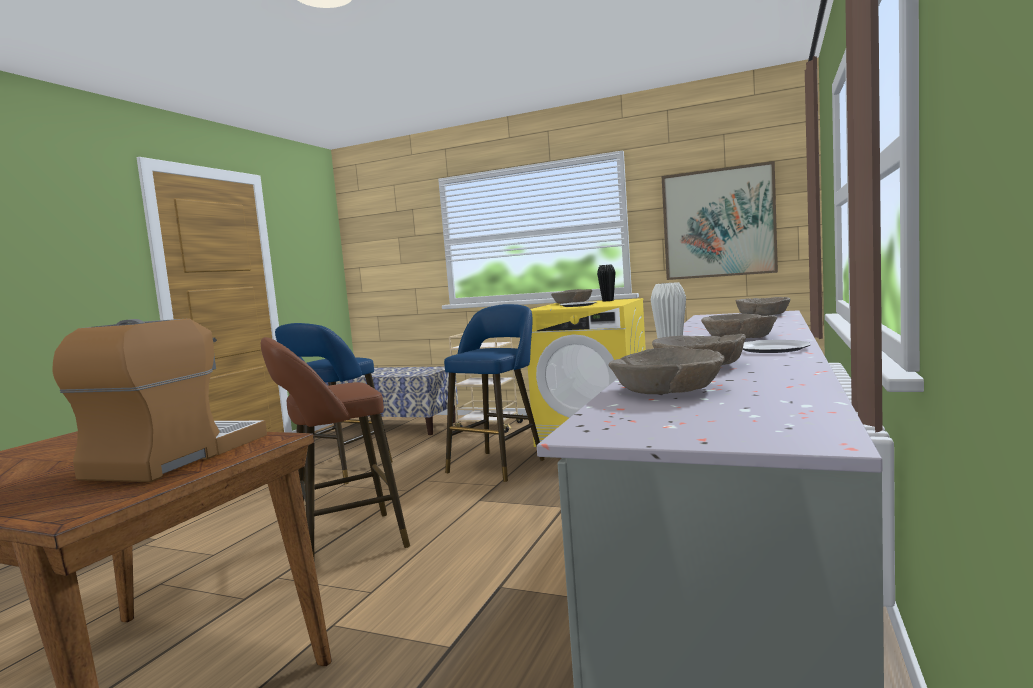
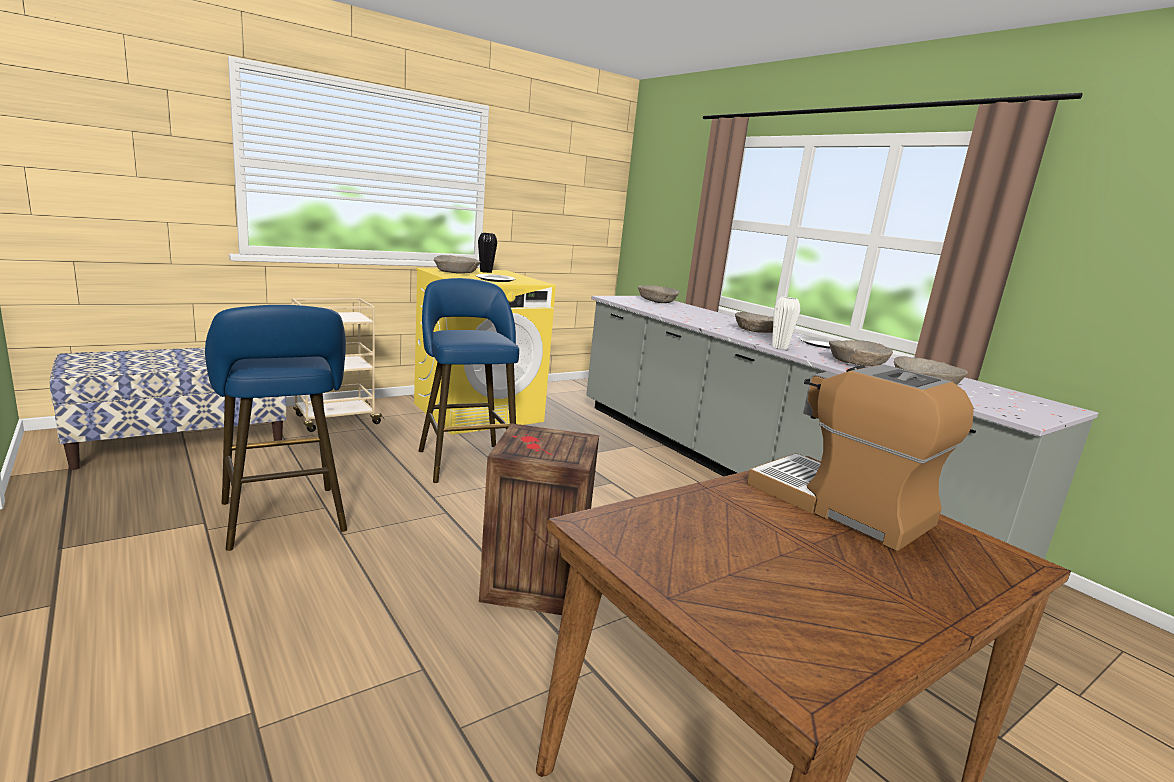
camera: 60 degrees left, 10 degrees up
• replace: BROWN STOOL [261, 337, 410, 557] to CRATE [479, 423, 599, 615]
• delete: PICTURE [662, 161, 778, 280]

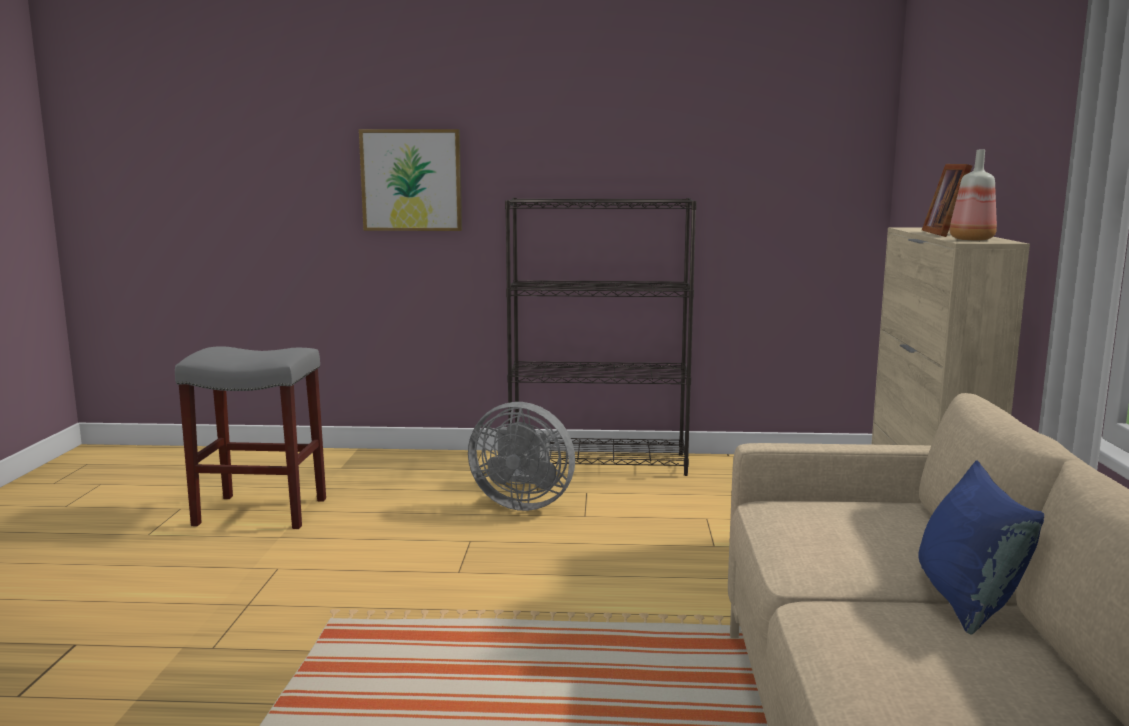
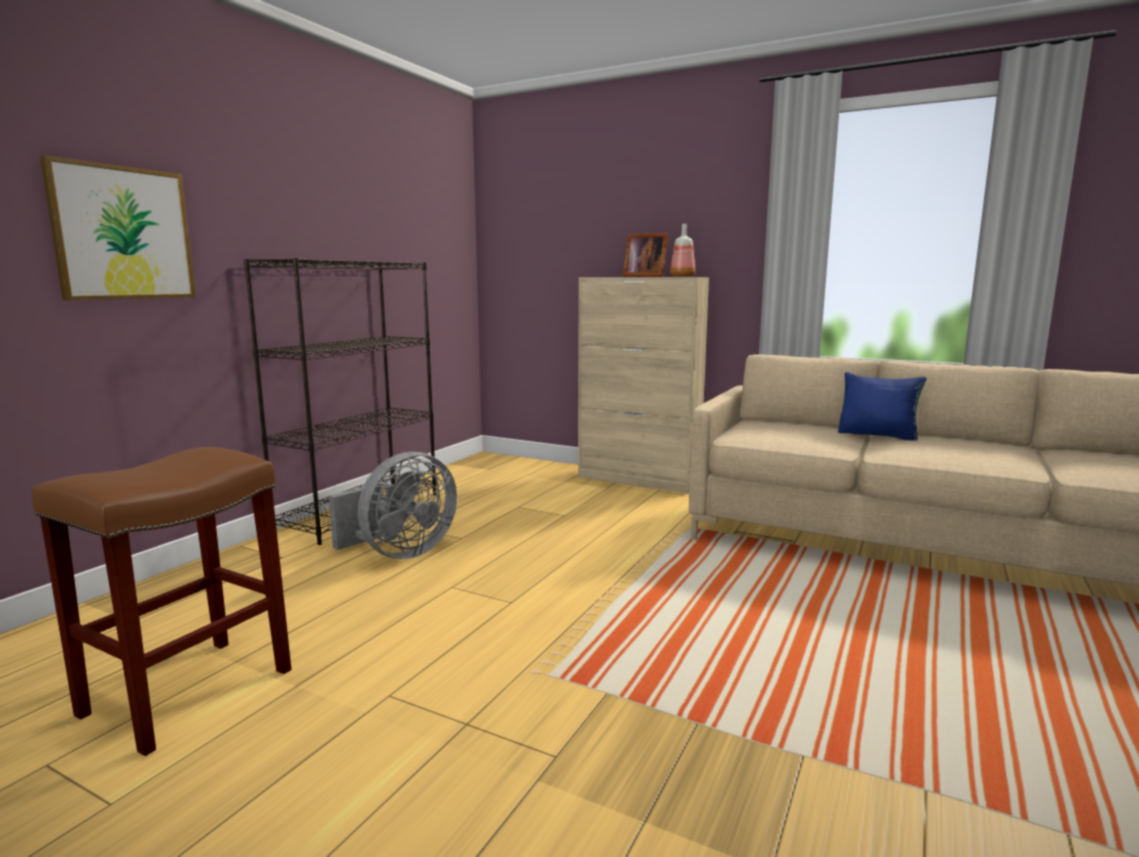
camera: 65 degrees left, 0 degrees up
• recolor: GREY STOOL [175, 347, 326, 529] to BROWN STOOL [32, 447, 291, 756]

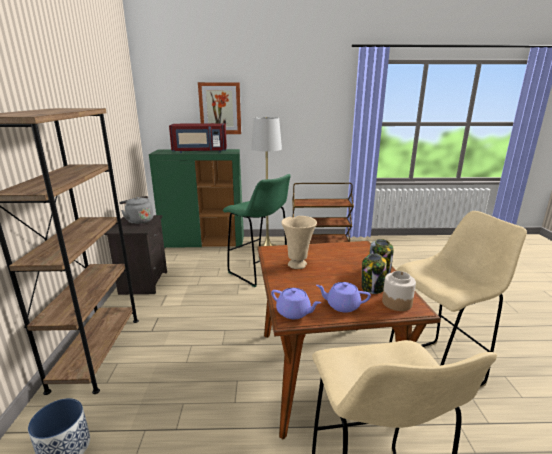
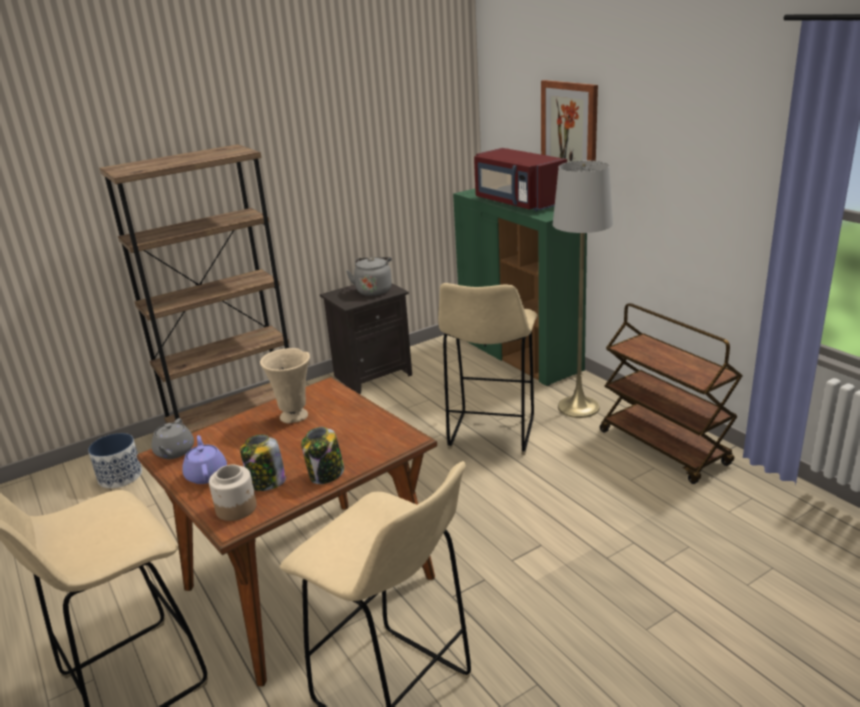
camera: 60 degrees right, 5 degrees up
• recolor: GREEN STOOL [223, 174, 291, 287] to BEIGE STOOL [438, 283, 537, 455]
• recolor: PURPLE TEAPOT [271, 288, 321, 319] to GREY TEAPOT [152, 418, 194, 459]

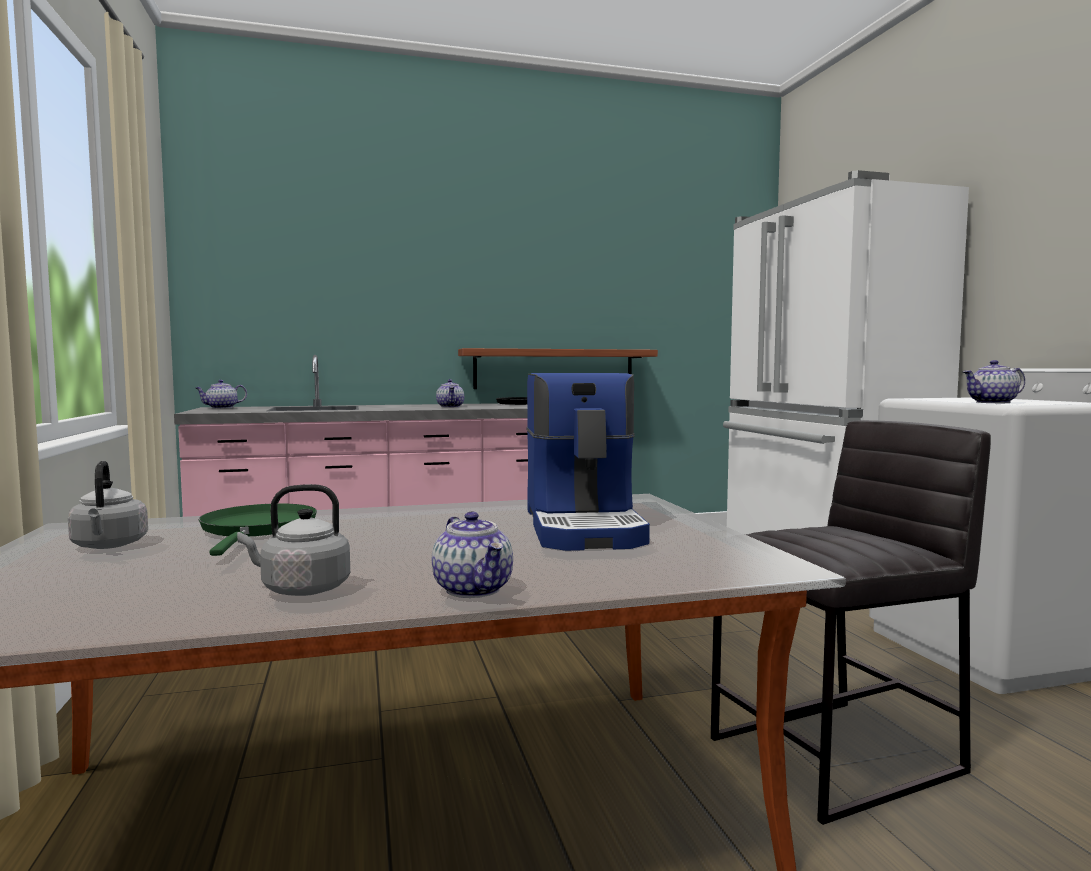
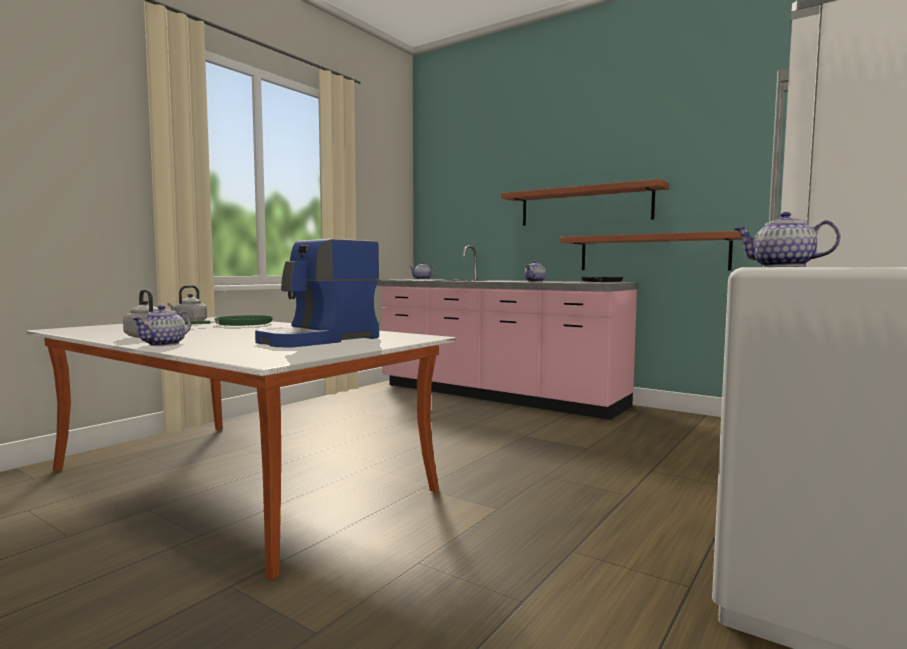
camera: 50 degrees right, 0 degrees up
• delete: GREY STOOL [711, 420, 991, 825]
• insert: SHELF [501, 179, 669, 226]

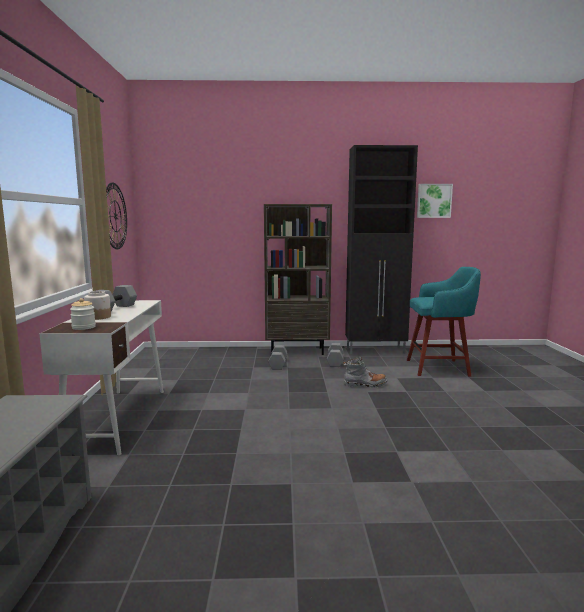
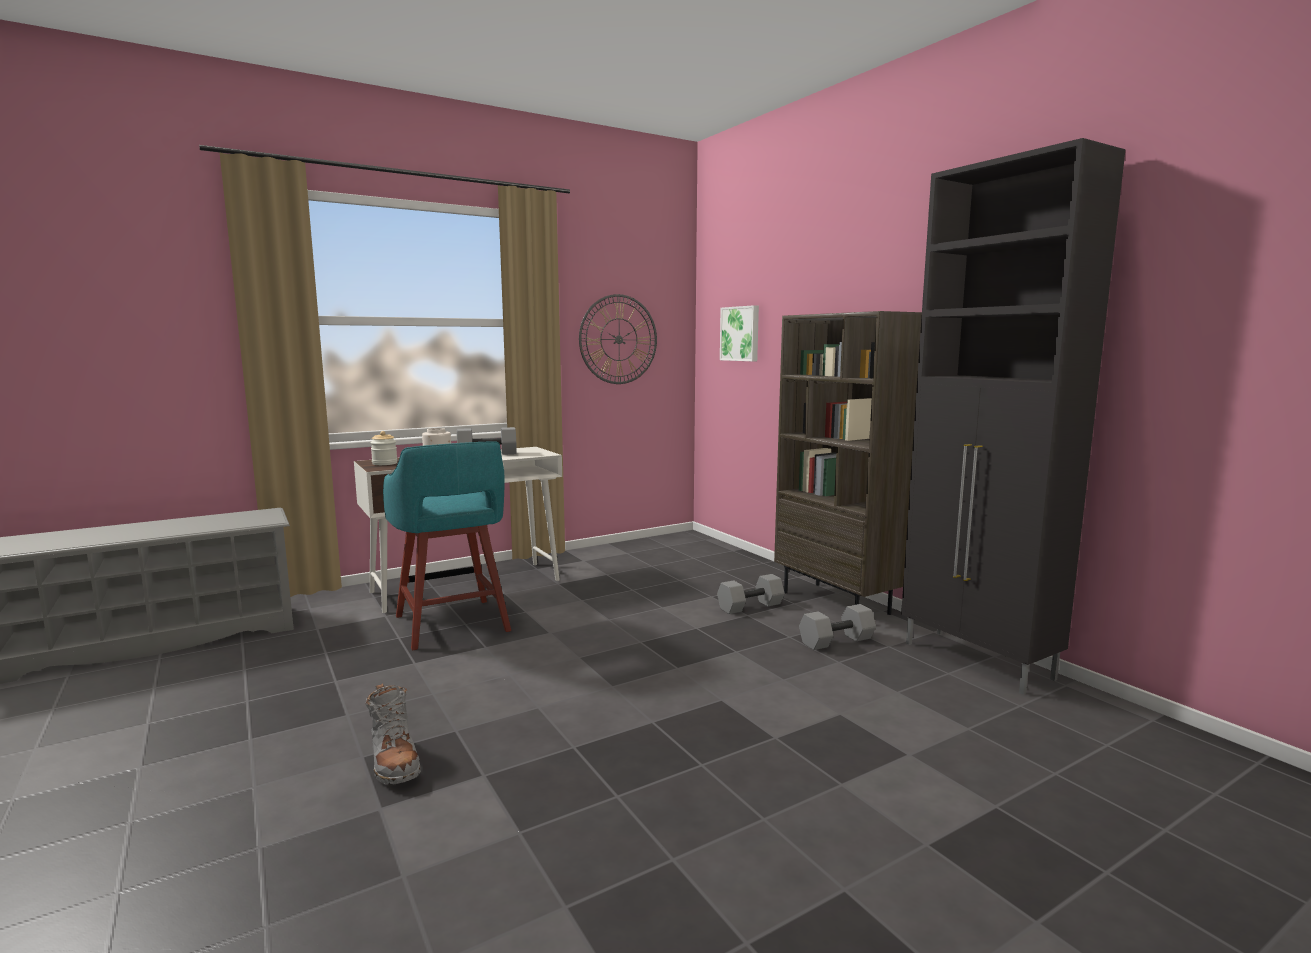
camera: 60 degrees right, 0 degrees up
• move: GREY BOOT [343, 356, 388, 388] to [366, 684, 421, 785]
• move: TURQUOISE STOOL [407, 267, 481, 377] to [383, 442, 511, 650]
• move: PICTURE [417, 184, 453, 218] to [720, 305, 759, 361]

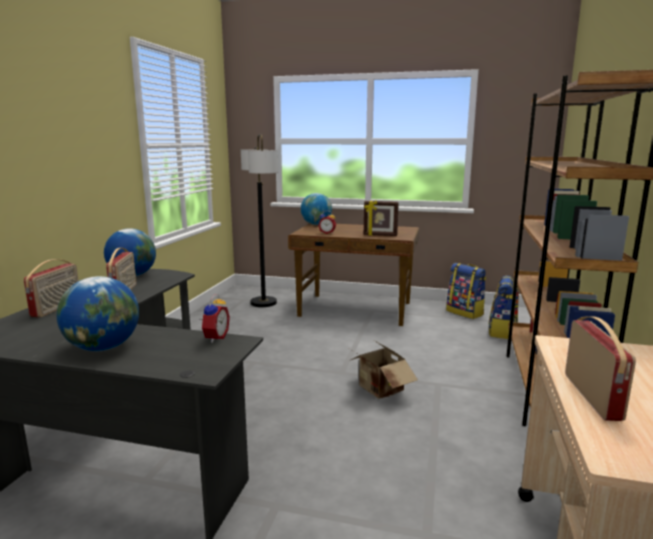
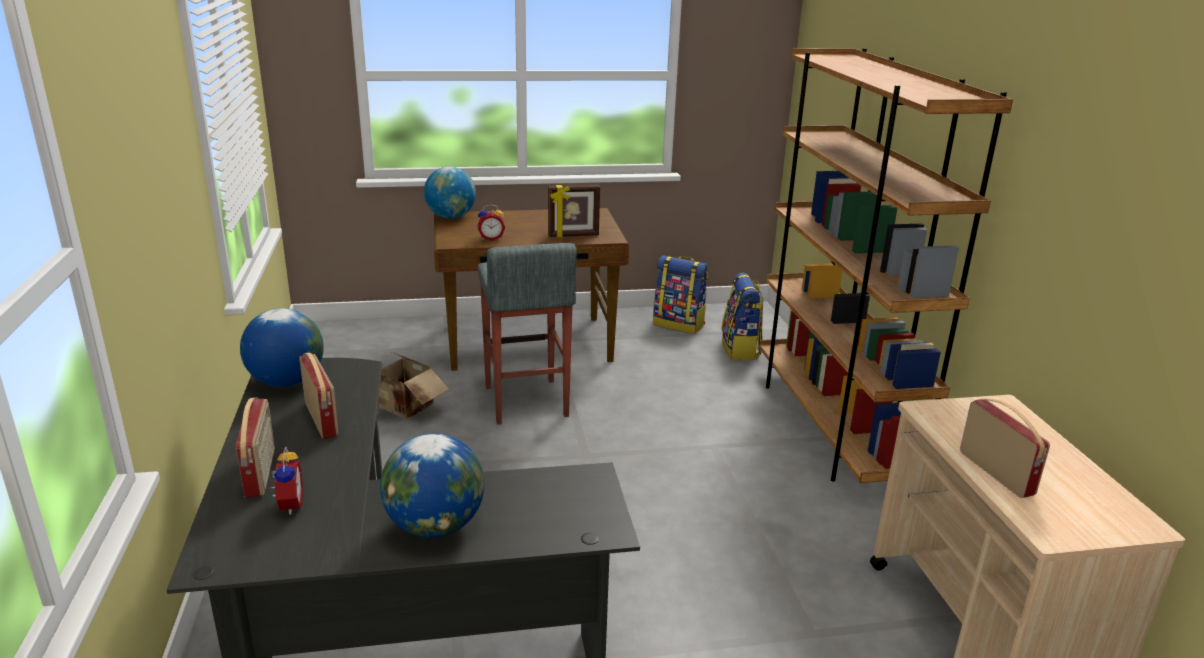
camera: 25 degrees left, 10 degrees up
• move: ALARM CLOCK [201, 294, 230, 343] to [271, 447, 303, 515]
• delete: FLOOR LAMP [241, 134, 278, 307]
• move: CARDBOARD BOX [350, 341, 418, 399] to [378, 351, 449, 419]
• insert: GREY STOOL [478, 243, 577, 425]

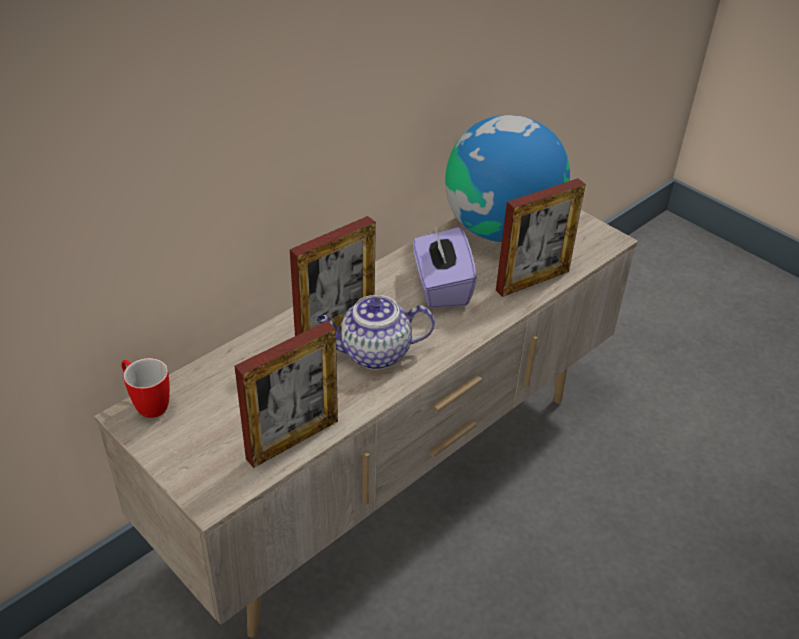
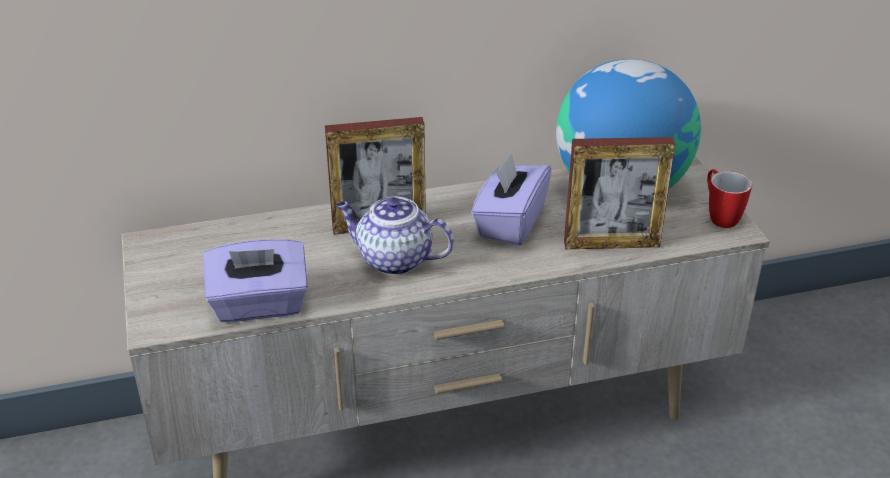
camera: 30 degrees right, 5 degrees down
• move: MUG [121, 358, 170, 418] to [707, 169, 752, 228]
• replace: PICTURE FRAME [234, 321, 338, 468] to PURPLE TISSUE BOX [203, 239, 308, 322]

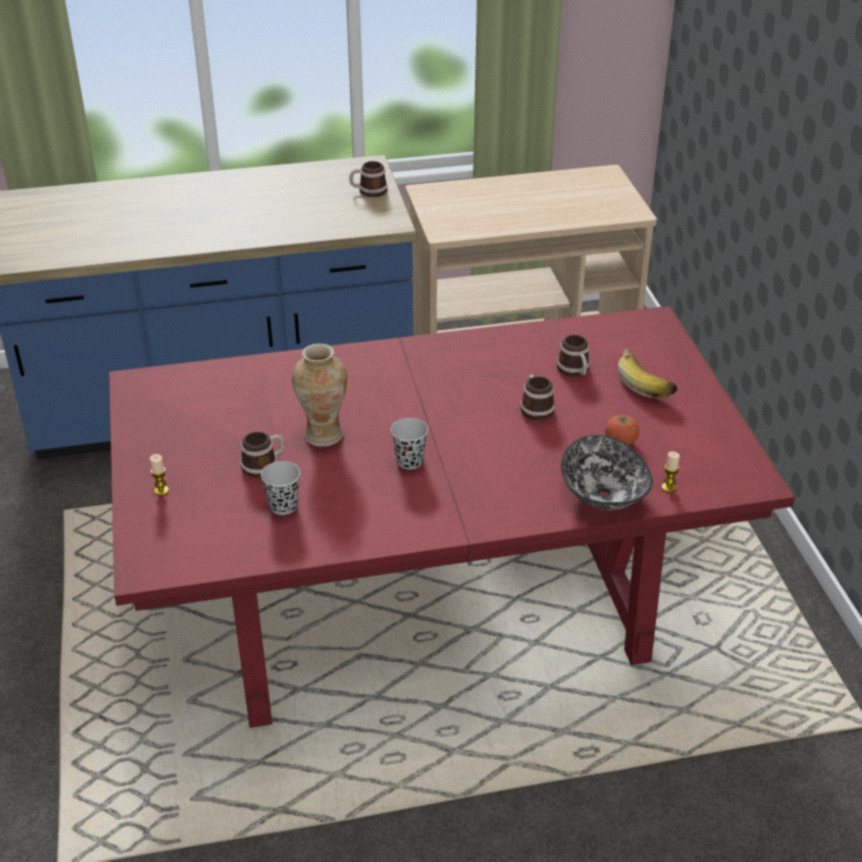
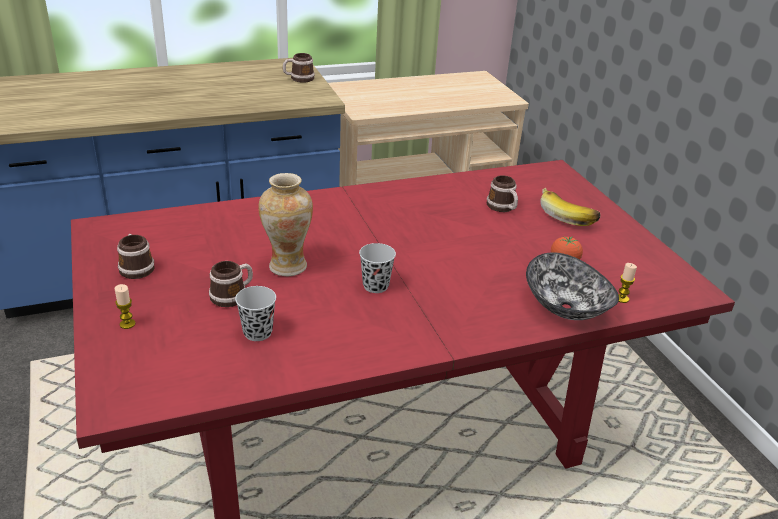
camera: 10 degrees left, 5 degrees down
• move: MUG [520, 375, 555, 420] to [117, 234, 155, 279]

